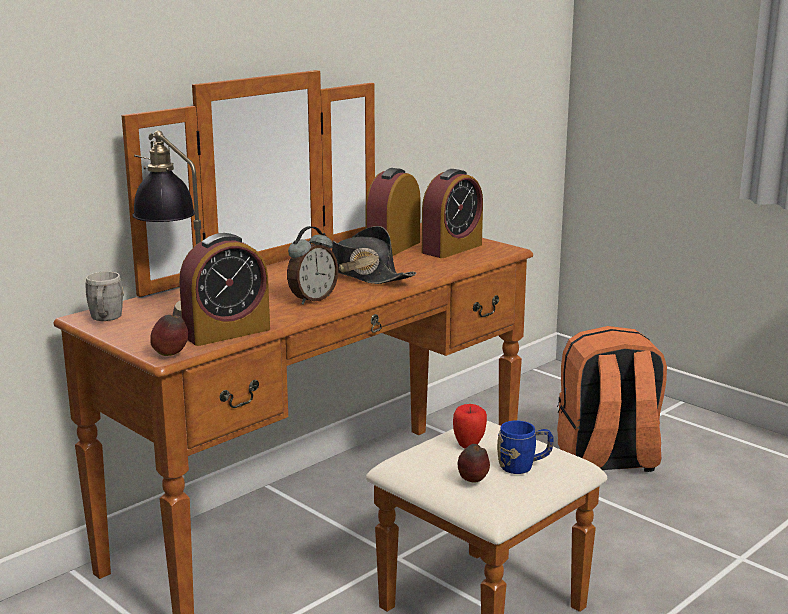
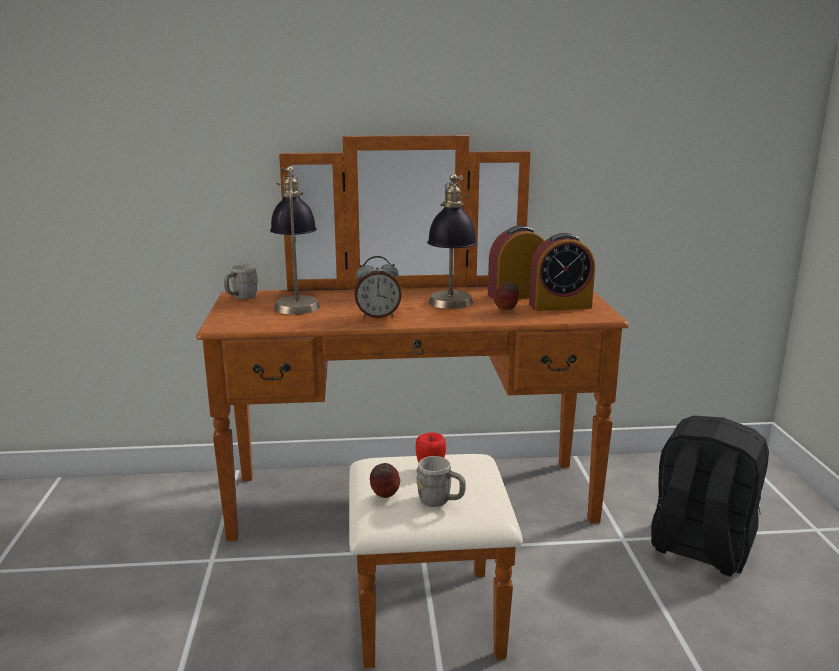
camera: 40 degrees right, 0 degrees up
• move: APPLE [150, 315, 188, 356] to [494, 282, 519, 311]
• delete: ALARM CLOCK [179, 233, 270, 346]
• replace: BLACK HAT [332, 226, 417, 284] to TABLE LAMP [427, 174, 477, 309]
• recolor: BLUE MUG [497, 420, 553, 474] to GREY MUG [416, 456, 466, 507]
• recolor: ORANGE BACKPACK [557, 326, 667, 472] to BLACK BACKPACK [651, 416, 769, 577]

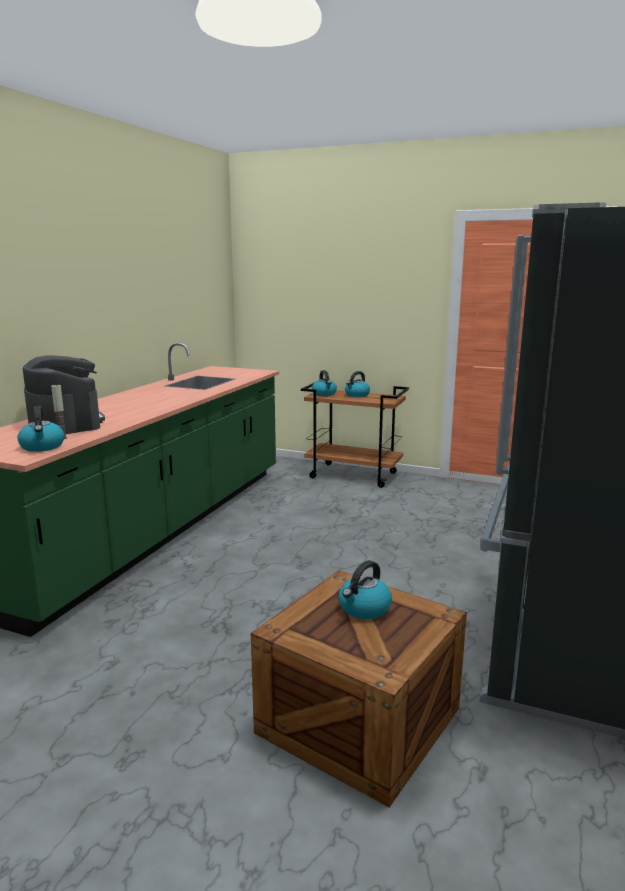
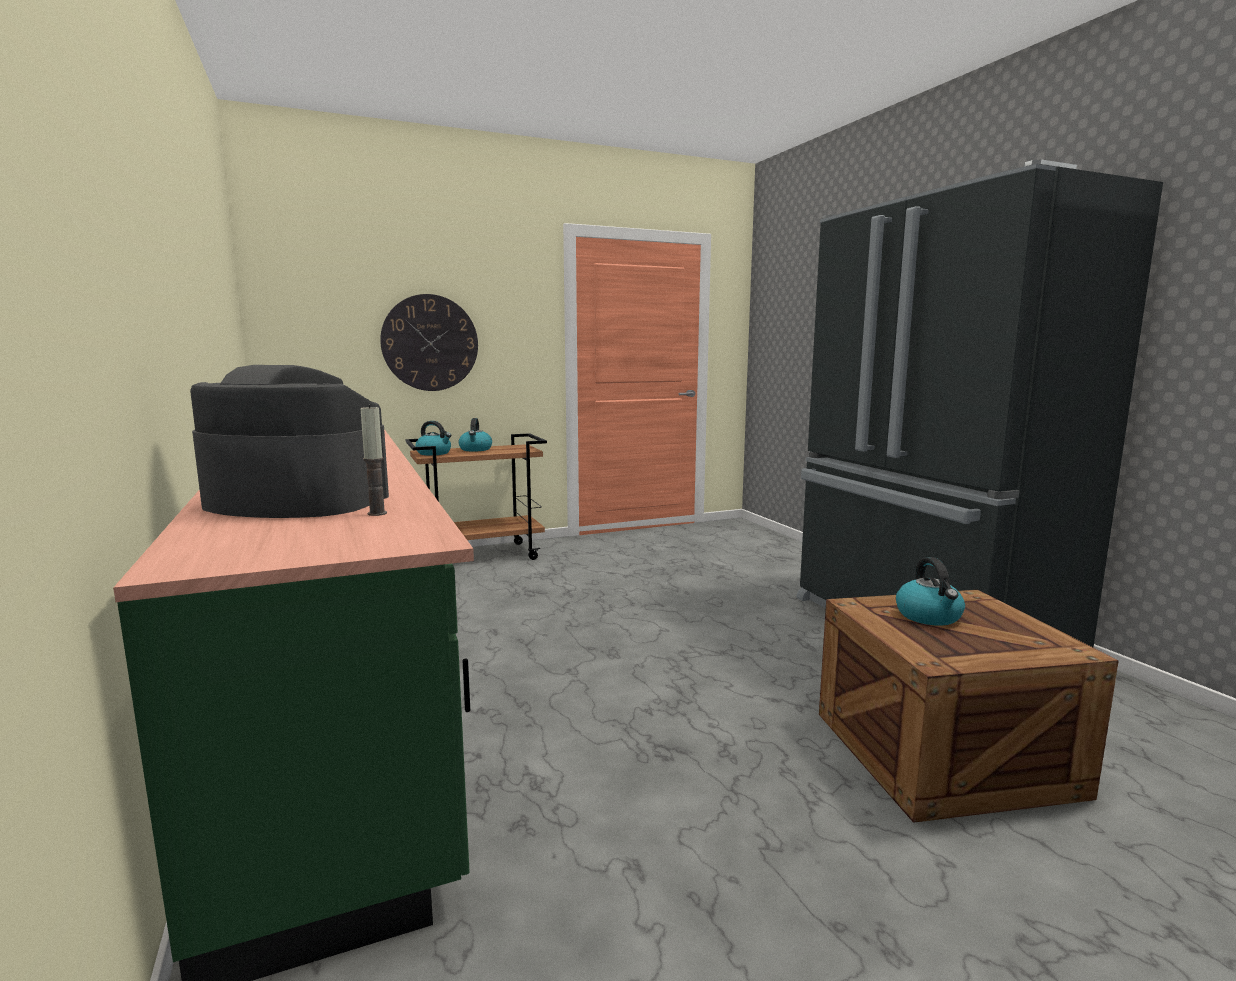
camera: 45 degrees left, 5 degrees down
• delete: KETTLE [17, 406, 65, 452]
• insert: WALL CLOCK [380, 294, 478, 391]

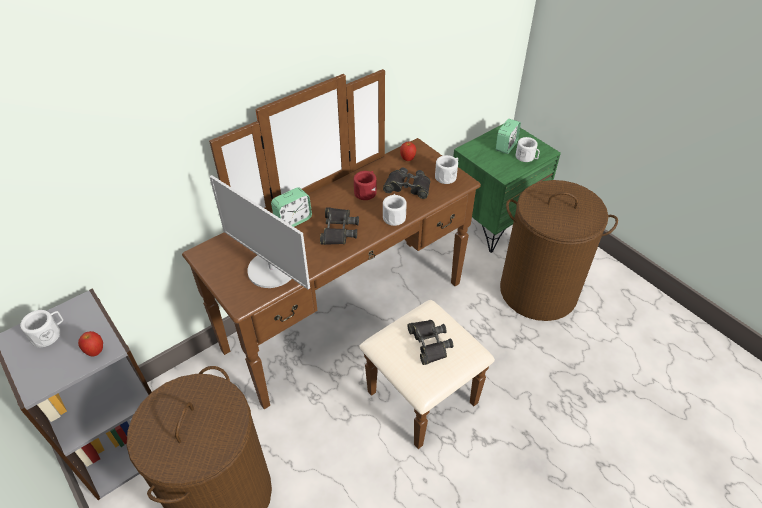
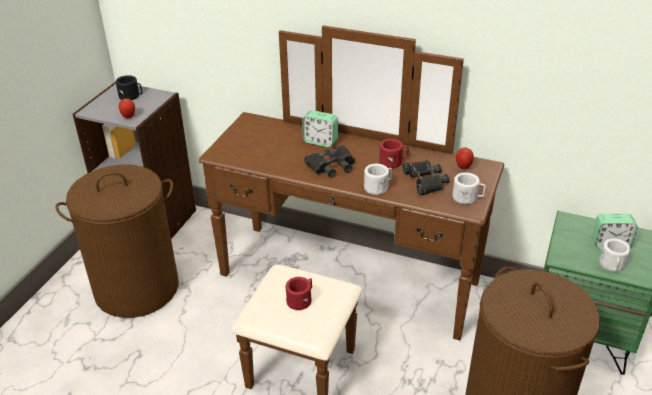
camera: 60 degrees right, 10 degrees down
• recolor: WHITE MUG [20, 310, 63, 347] to BLACK MUG [116, 75, 143, 100]
• delete: MONITOR [209, 175, 310, 290]
• replace: BLACK BINOCULARS [407, 320, 453, 365] to RED MUG [286, 277, 312, 310]

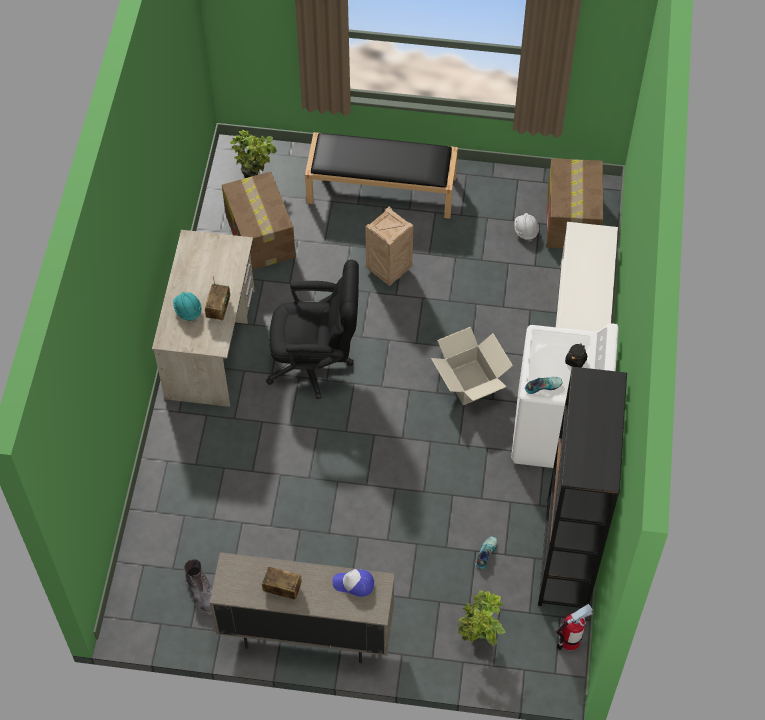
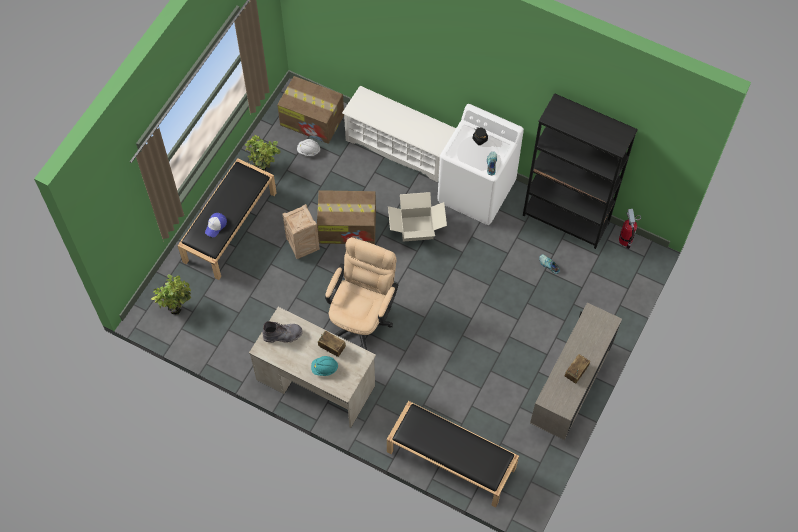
camera: 70 degrees left, 5 degrees up
• move: GREY BOOT [184, 559, 213, 615] to [262, 321, 302, 343]
• move: CARDBOARD BOX [222, 171, 296, 270] to [317, 190, 376, 245]
• recolor: BLACK OFFICE CHAIR [266, 260, 359, 399] to BEIGE OFFICE CHAIR [325, 237, 398, 350]
• move: CAP [332, 569, 374, 597] to [205, 213, 227, 237]
• move: POTTED PLANT [458, 590, 505, 645] to [245, 135, 281, 171]
• insert: BLACK BENCH [387, 401, 519, 508]

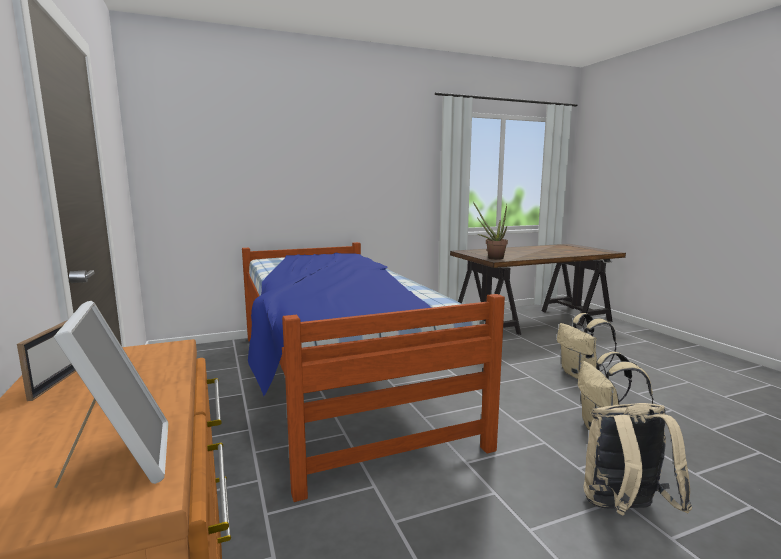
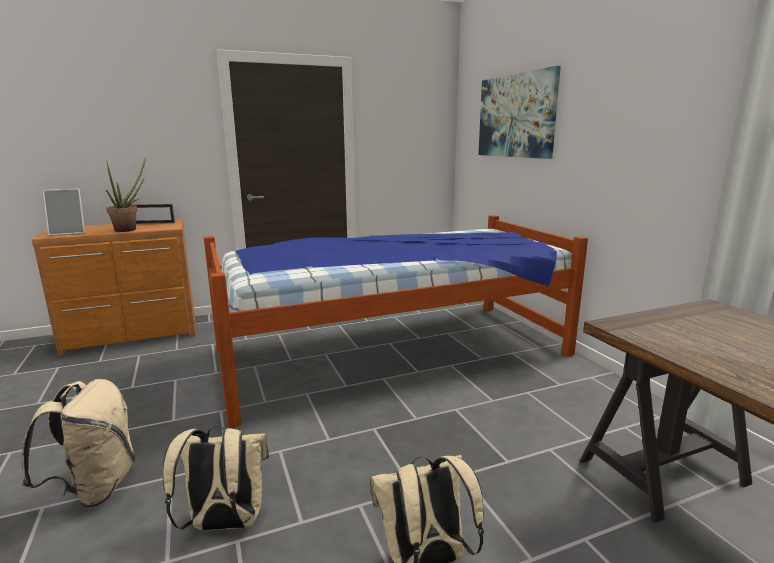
camera: 90 degrees right, 5 degrees up
• move: POTTED PLANT [473, 202, 508, 260] to [106, 157, 146, 232]
• insert: PICTURE [478, 66, 561, 159]

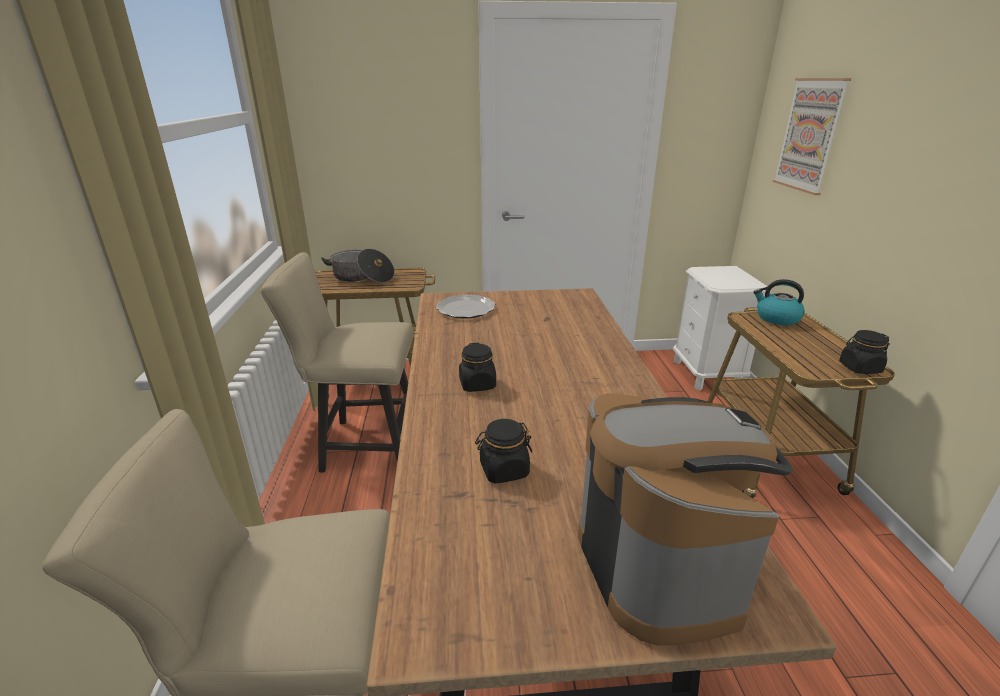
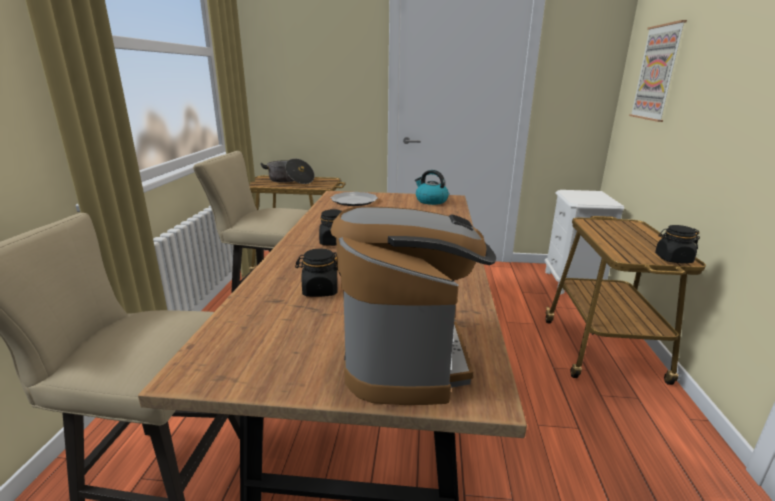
camera: 10 degrees right, 5 degrees down
• move: KETTLE [753, 279, 805, 325] to [415, 170, 449, 205]

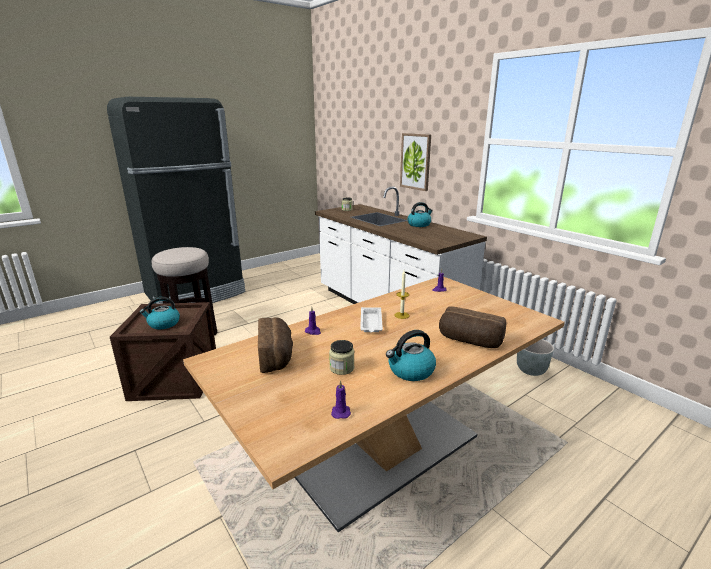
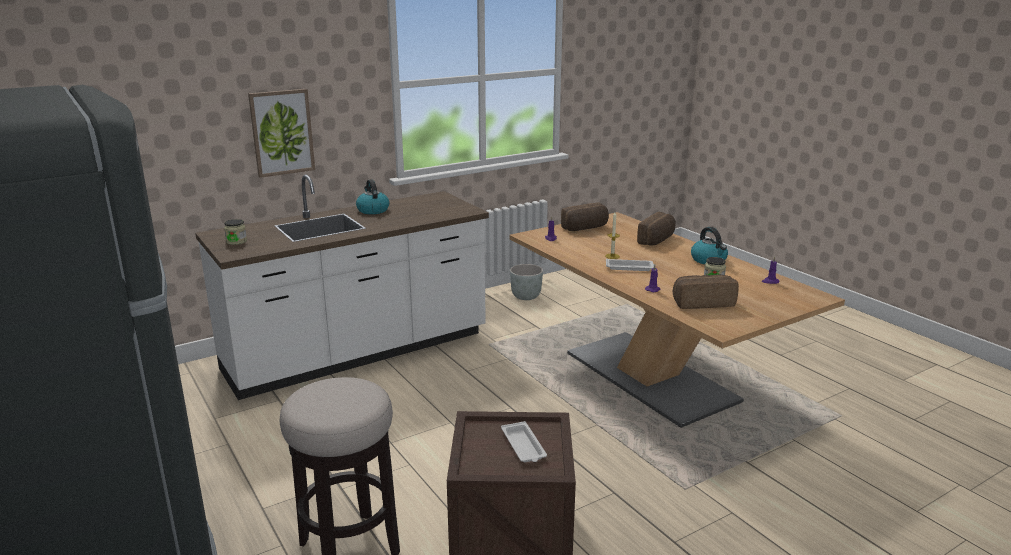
camera: 85 degrees left, 0 degrees up
• replace: KETTLE [139, 297, 180, 329] to WHITE TRAY [501, 421, 547, 462]
• insert: BREAD [561, 202, 609, 231]

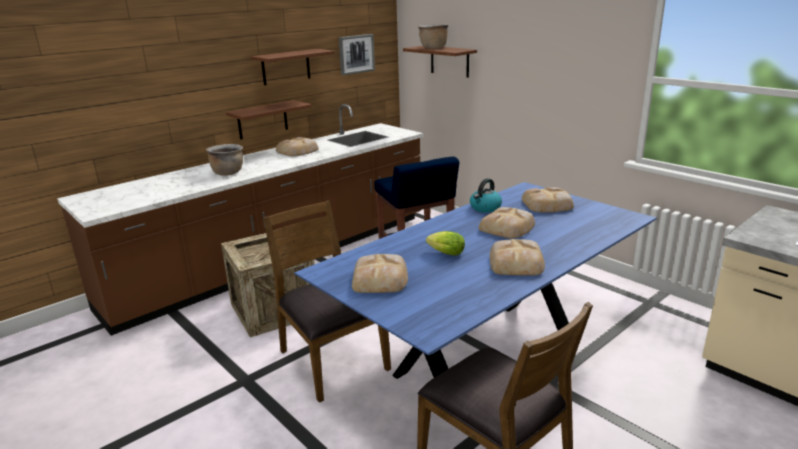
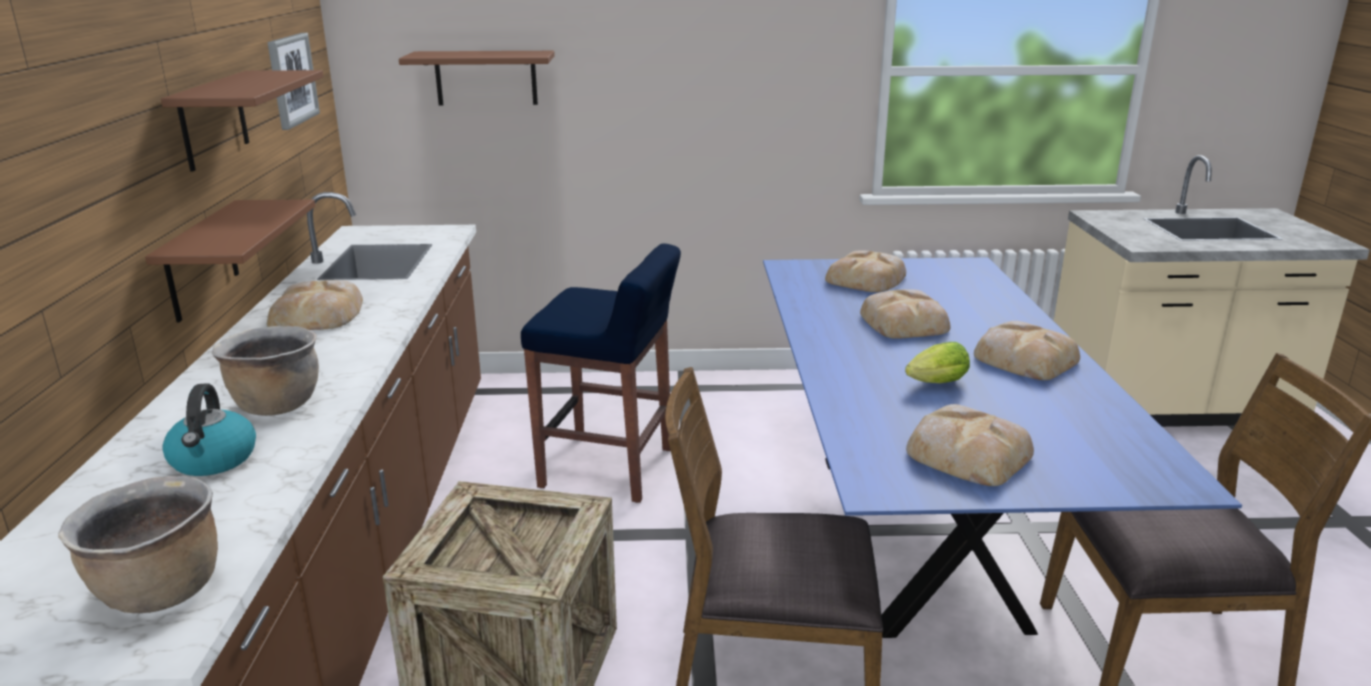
camera: 50 degrees left, 0 degrees up
• move: BROWN COOKING POT [418, 24, 448, 49] to [58, 476, 218, 613]
• move: KETTLE [470, 178, 502, 213] to [162, 383, 256, 476]

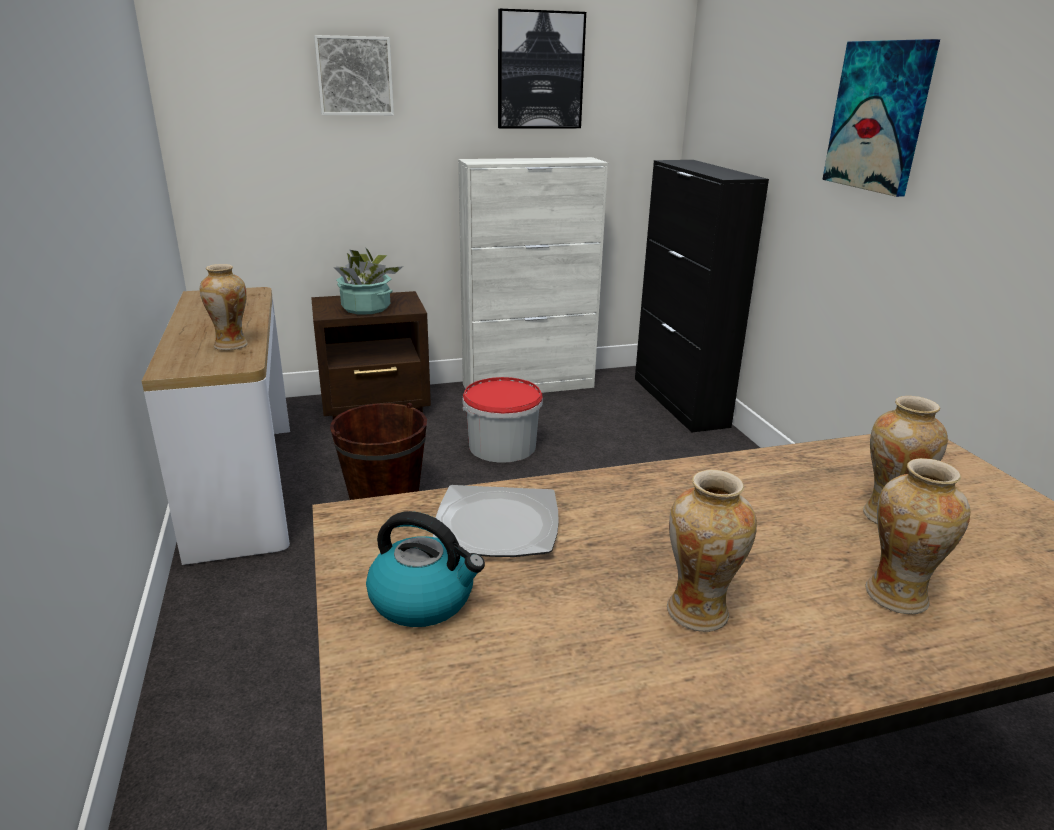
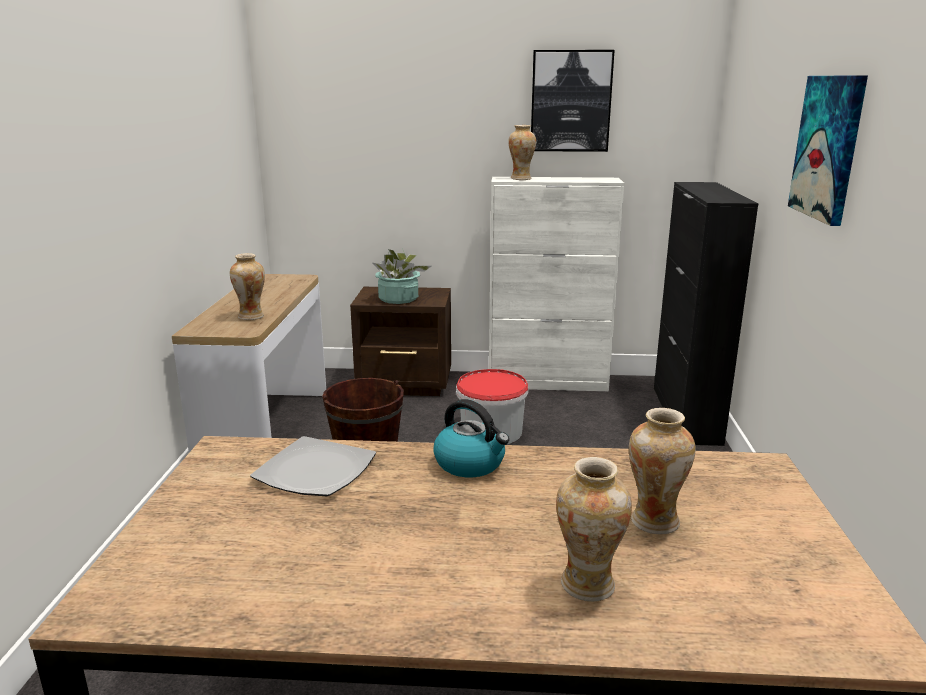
camera: 20 degrees right, 5 degrees down
• delete: PICTURE [314, 35, 394, 115]
• move: KETTLE [366, 511, 485, 627] to [433, 399, 509, 477]
• move: VASE [667, 470, 757, 632] to [509, 125, 536, 180]

